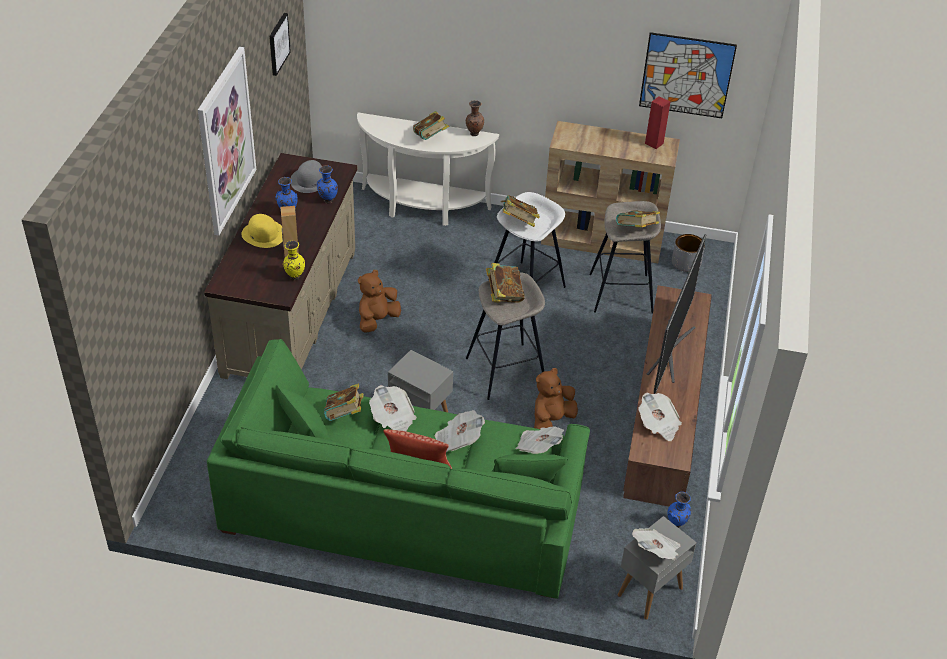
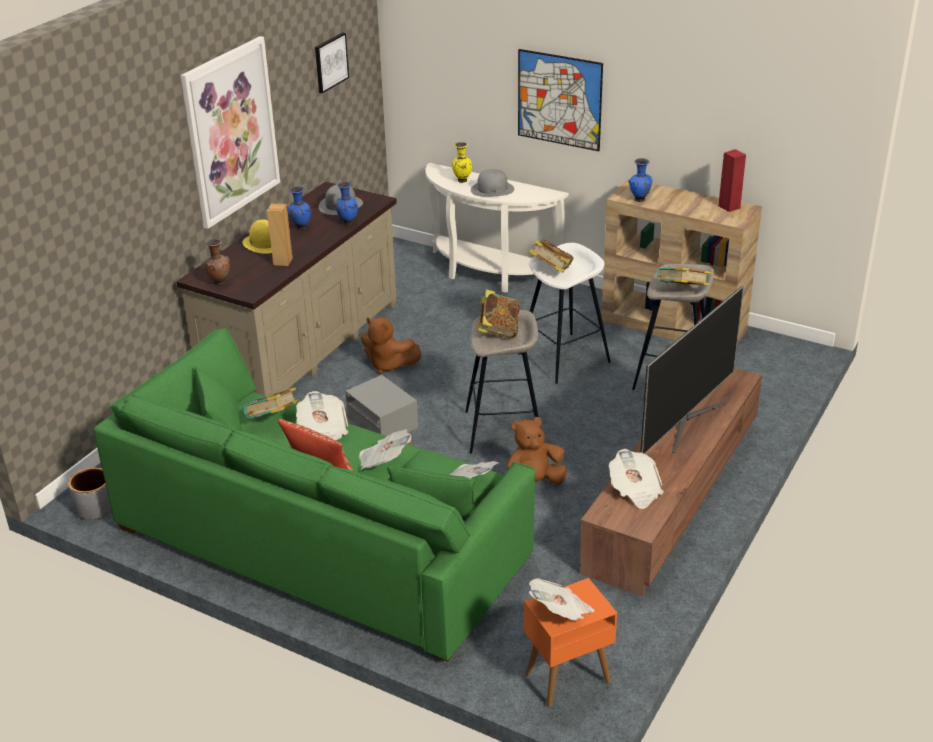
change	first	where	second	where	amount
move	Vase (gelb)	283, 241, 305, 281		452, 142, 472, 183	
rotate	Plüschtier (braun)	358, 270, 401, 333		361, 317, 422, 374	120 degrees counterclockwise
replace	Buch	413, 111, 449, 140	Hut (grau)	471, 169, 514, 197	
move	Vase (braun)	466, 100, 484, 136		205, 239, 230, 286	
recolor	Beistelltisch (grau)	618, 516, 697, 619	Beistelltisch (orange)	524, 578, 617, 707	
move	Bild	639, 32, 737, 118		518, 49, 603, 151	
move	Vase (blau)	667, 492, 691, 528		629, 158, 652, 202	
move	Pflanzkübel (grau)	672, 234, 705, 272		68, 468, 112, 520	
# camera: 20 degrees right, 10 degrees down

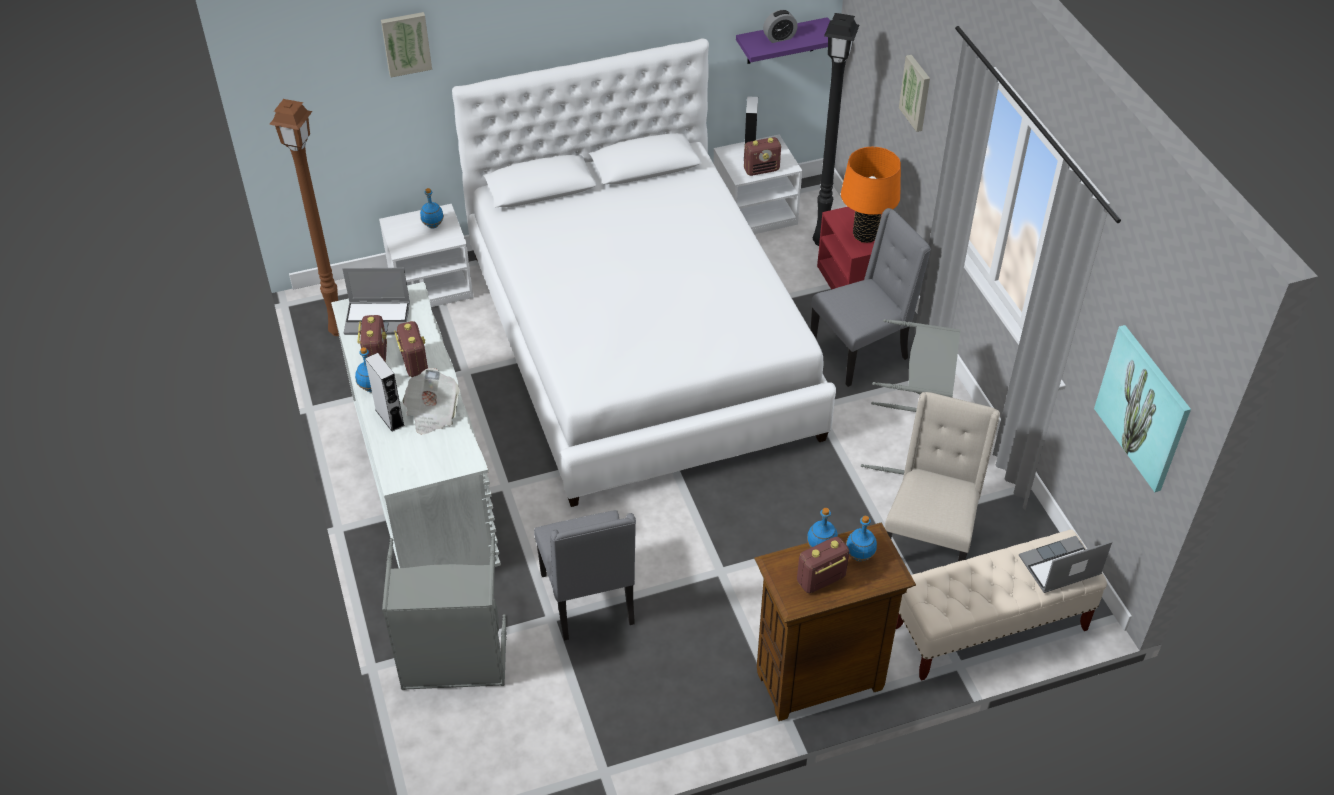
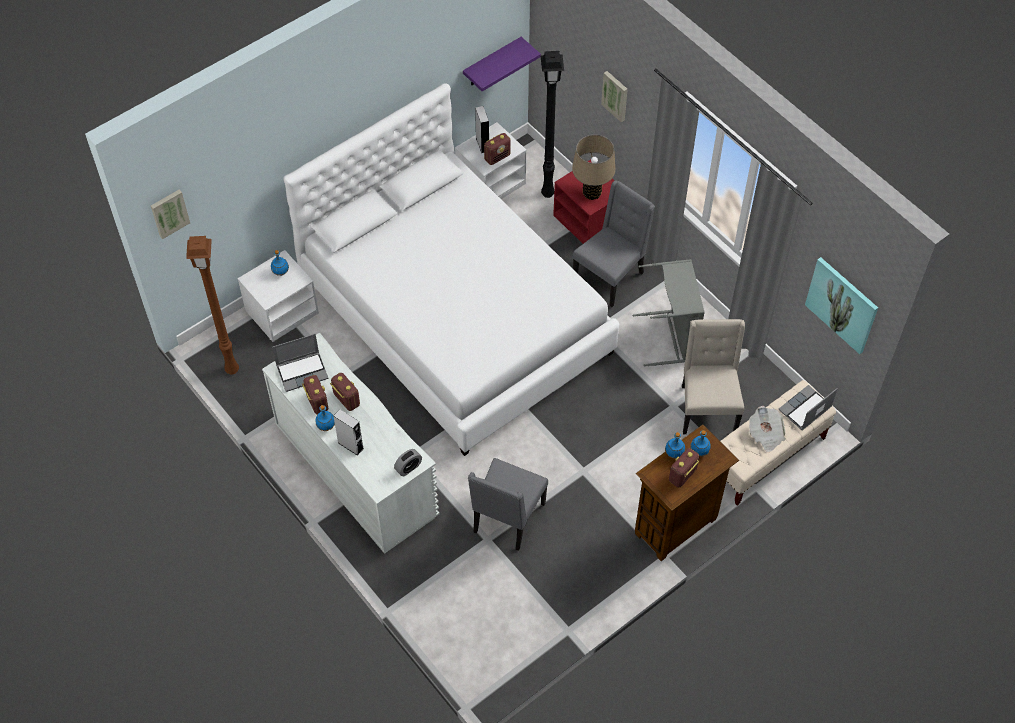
change	first	where	second	where	amount
move	Bild	381, 12, 432, 77		151, 190, 190, 239	
delete	Wäschekorb (grau)	382, 534, 507, 690			
move	Zeitung	403, 368, 460, 435		749, 406, 786, 453	
rotate	Stuhl (grau)	534, 510, 636, 641		468, 458, 548, 551	60 degrees clockwise
move	Wecker	763, 10, 798, 43		394, 449, 422, 476	
recolor	Tischlampe (orange)	841, 147, 901, 243	Tischlampe (beige)	572, 135, 616, 200	
# camera: 20 degrees left, 10 degrees up

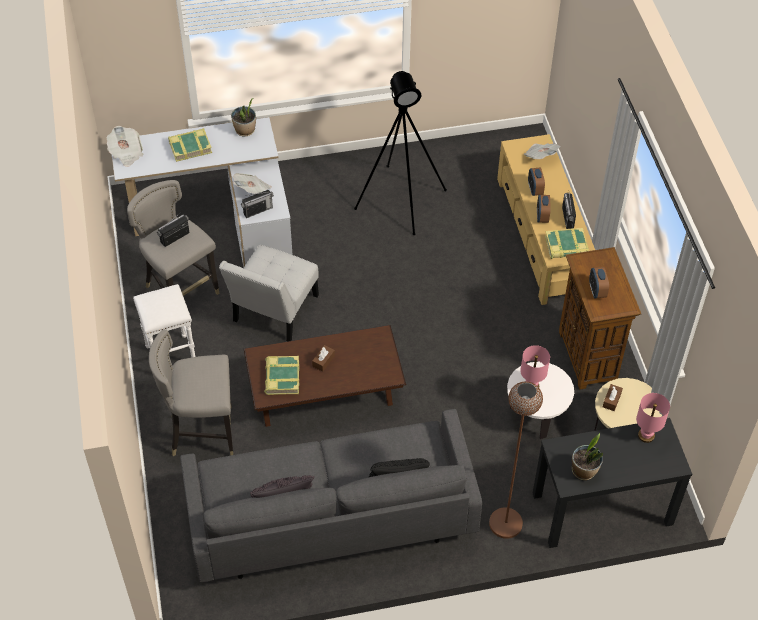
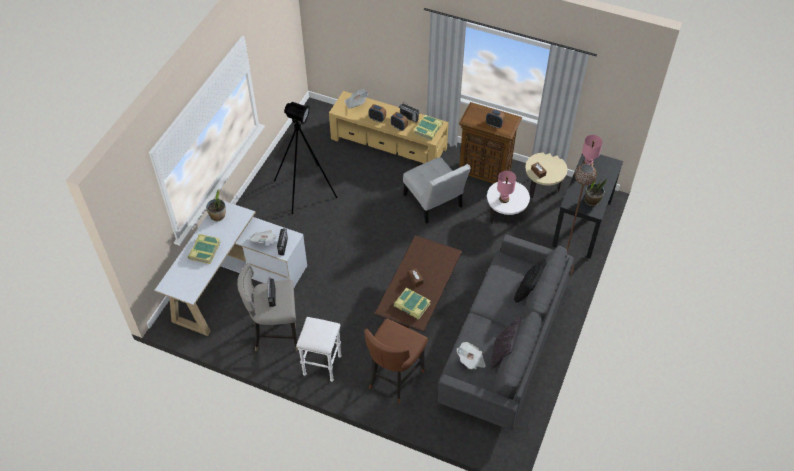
change	first	where	second	where	amount
move	Zeitung	106, 126, 143, 167		457, 342, 486, 369	
recolor	Hocker (grau)	149, 329, 233, 456	Hocker (braun)	365, 319, 428, 403	
move	Stuhl (weiß)	219, 245, 319, 342		403, 157, 471, 224	
# camera: 55 degrees left, 0 degrees up

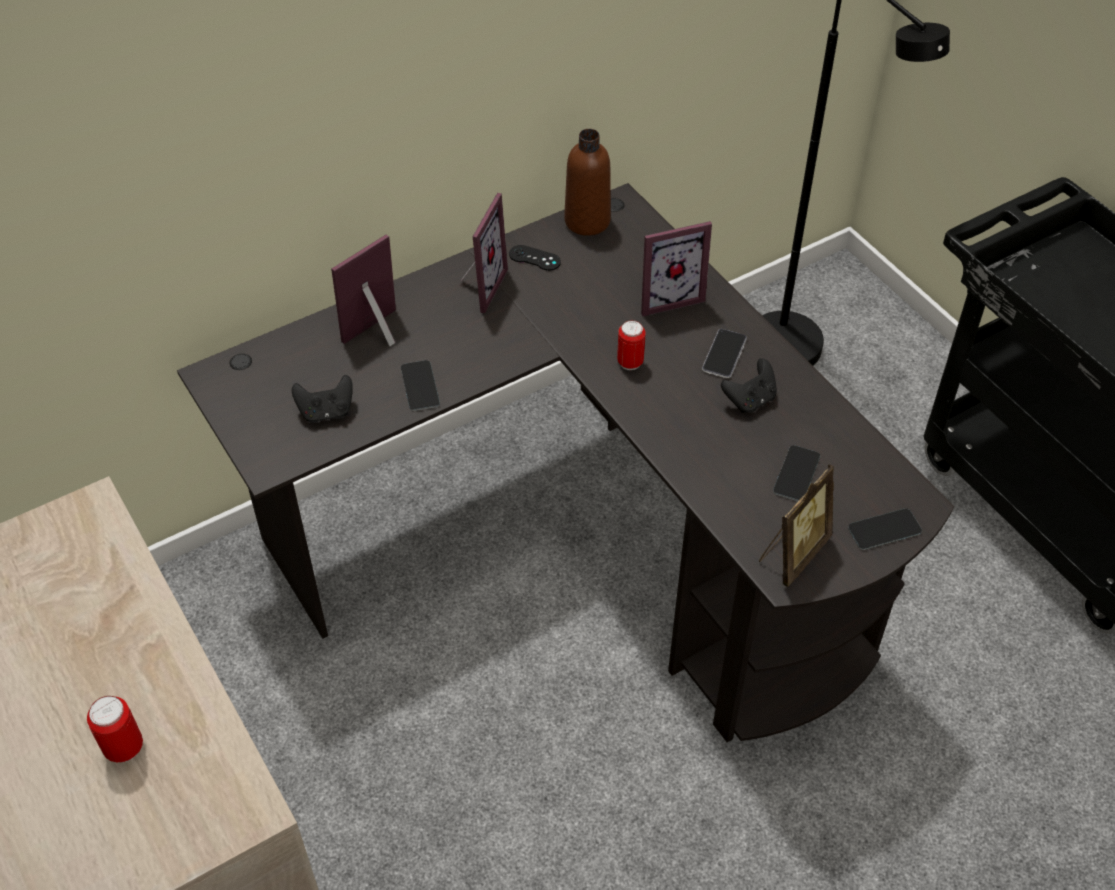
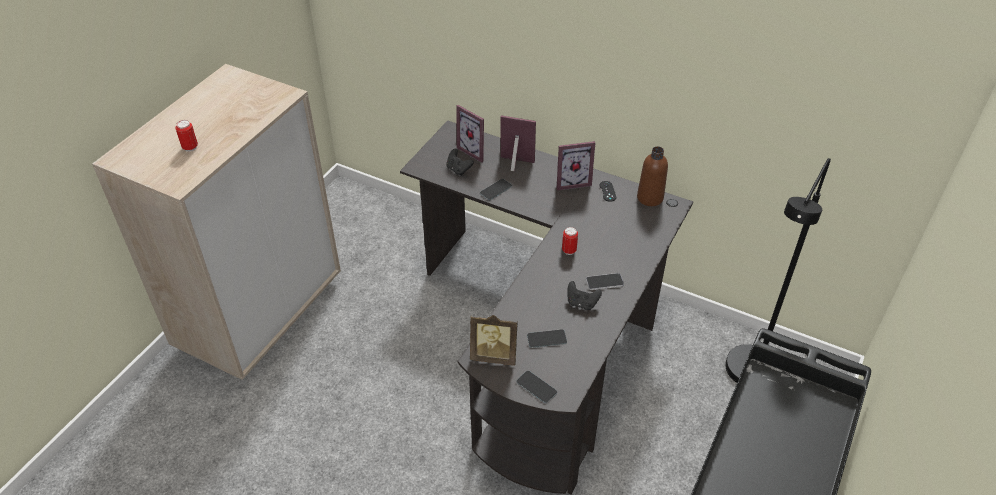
change	first	where	second	where	amount
move	Bilderrahmen	641, 221, 712, 316		456, 105, 485, 163	
# camera: 60 degrees right, 5 degrees down

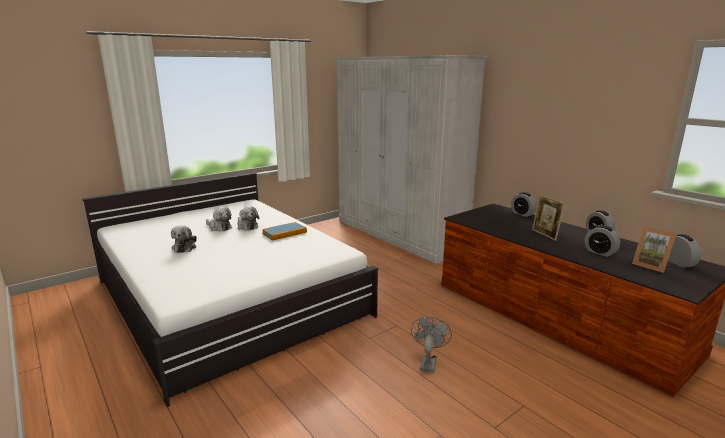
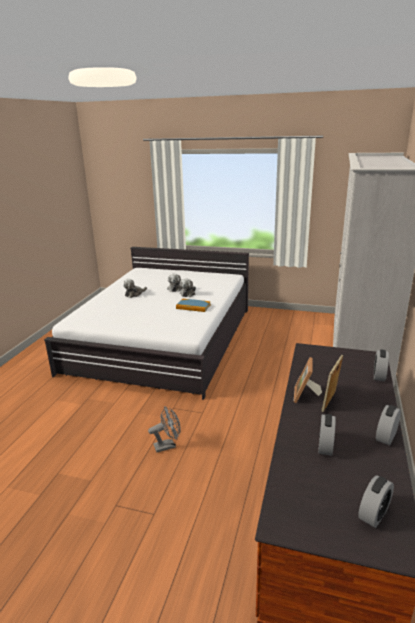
change	first	where	second	where	amount
move	Bilderrahmen	632, 227, 676, 273		293, 357, 322, 403	
# camera: 55 degrees right, 5 degrees up

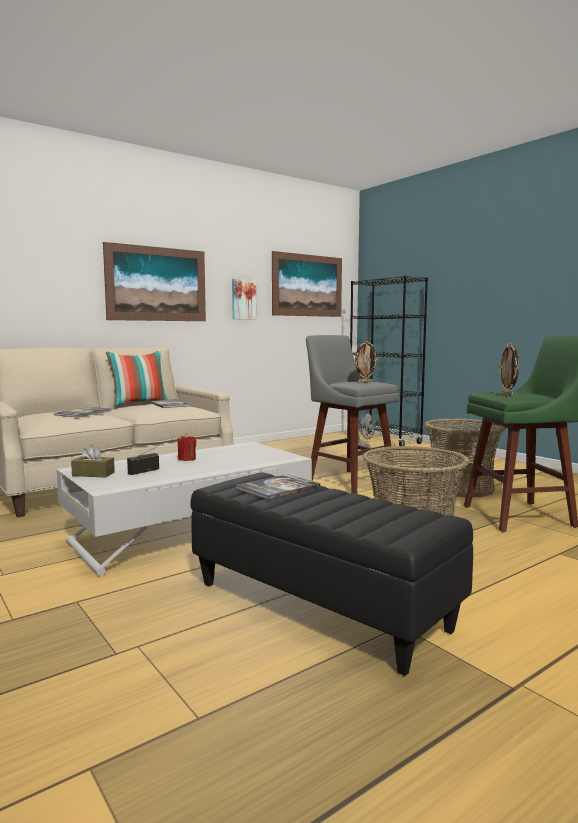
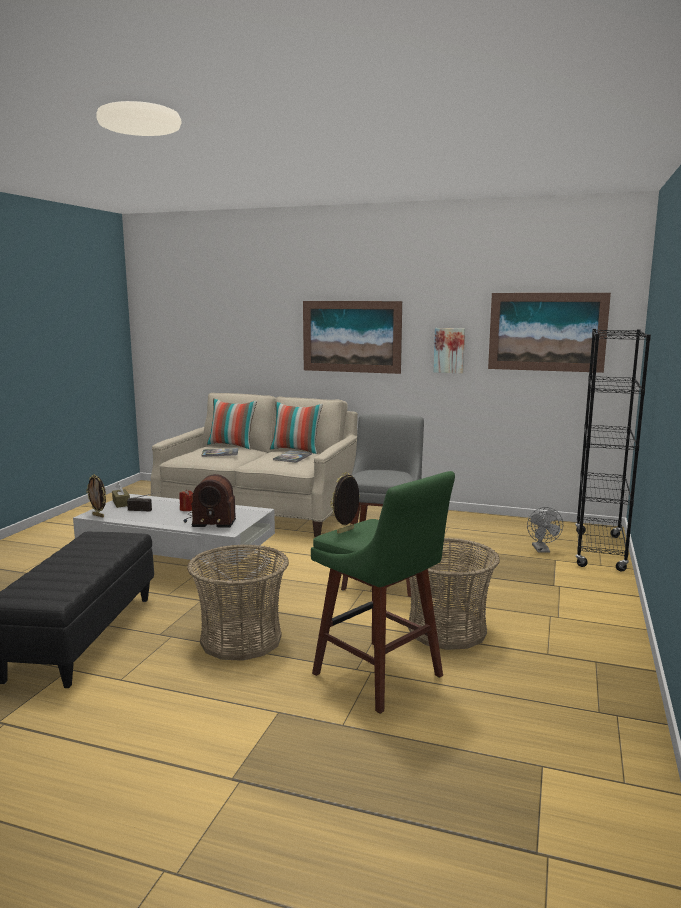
change	first	where	second	where	amount
delete	Buch	235, 474, 320, 500			
move	Bilderrahmen	354, 341, 378, 383		86, 474, 106, 517	
insert			Radio	184, 474, 236, 528	
insert			Kissen	207, 398, 257, 449	
# camera: 55 degrees right, 5 degrees up

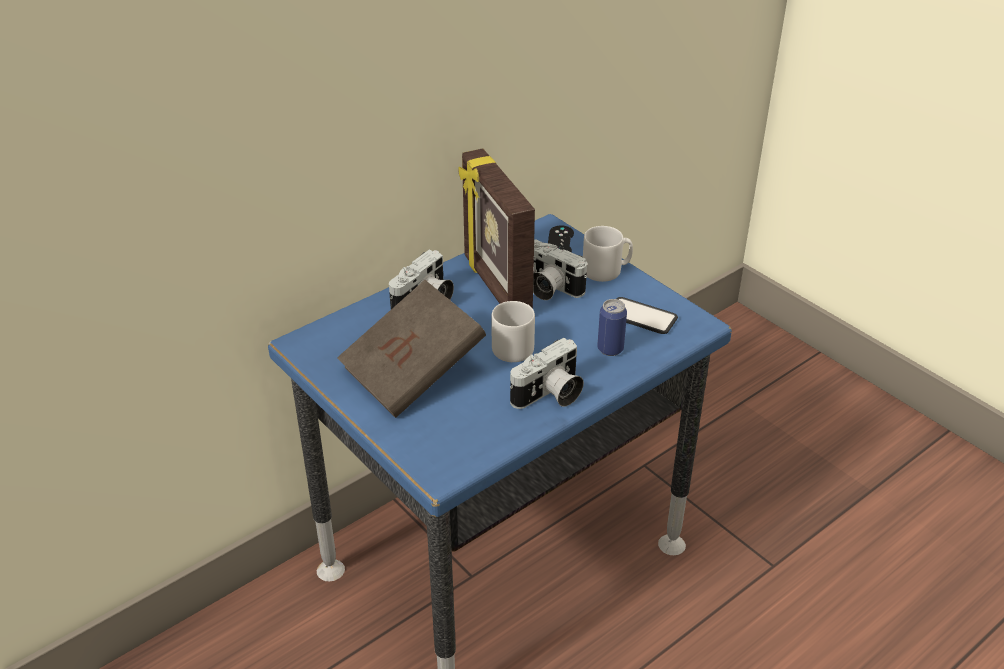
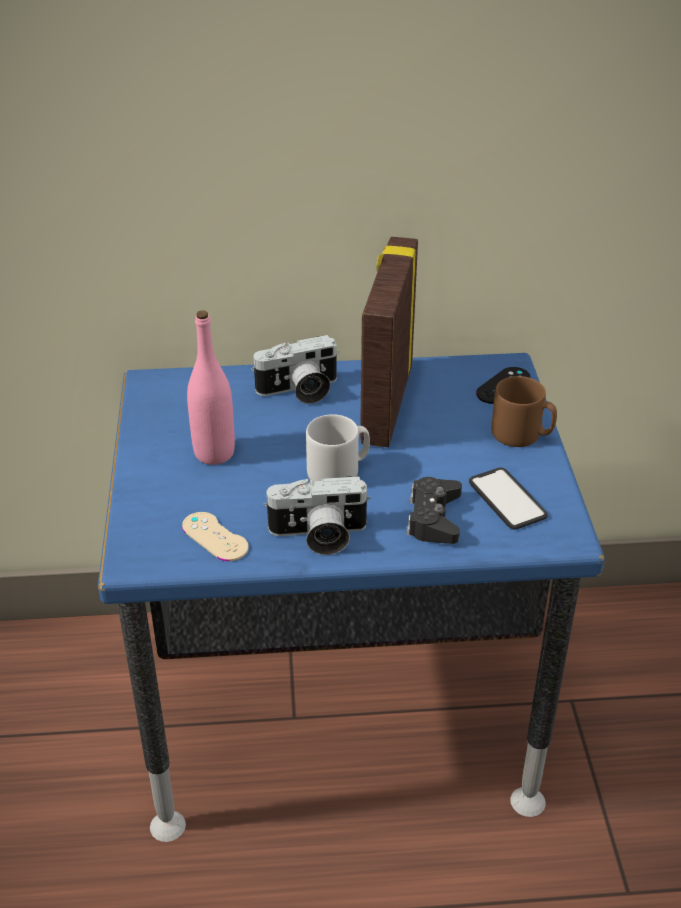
change	first	where	second	where	amount
replace	Buch (braun)	337, 280, 486, 418	Flasche (rosa)	187, 311, 235, 465	
delete	Kamera	533, 239, 587, 300			
recolor	Henkelbecher (grau)	583, 226, 633, 282	Henkelbecher (braun)	491, 376, 557, 447	
replace	Dose	597, 299, 627, 356	Gamepad (schwarz)	406, 477, 462, 544	
insert			Gamepad (beige)	182, 512, 249, 561	
# camera: 35 degrees right, 0 degrees up

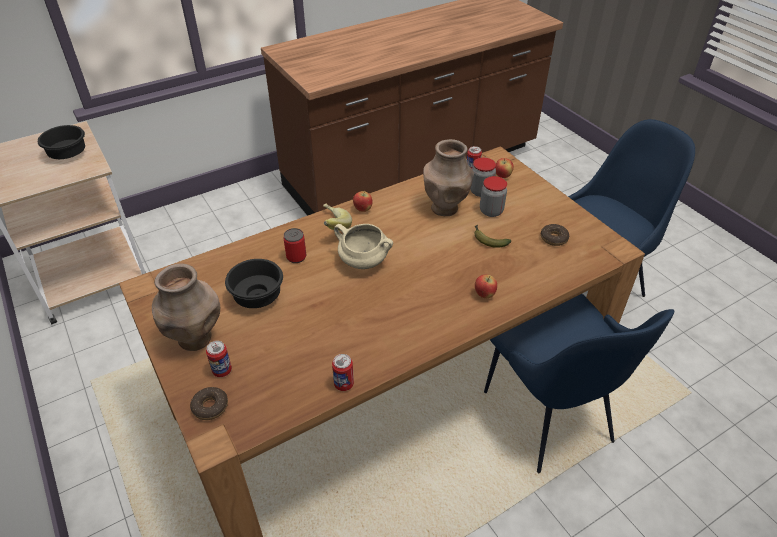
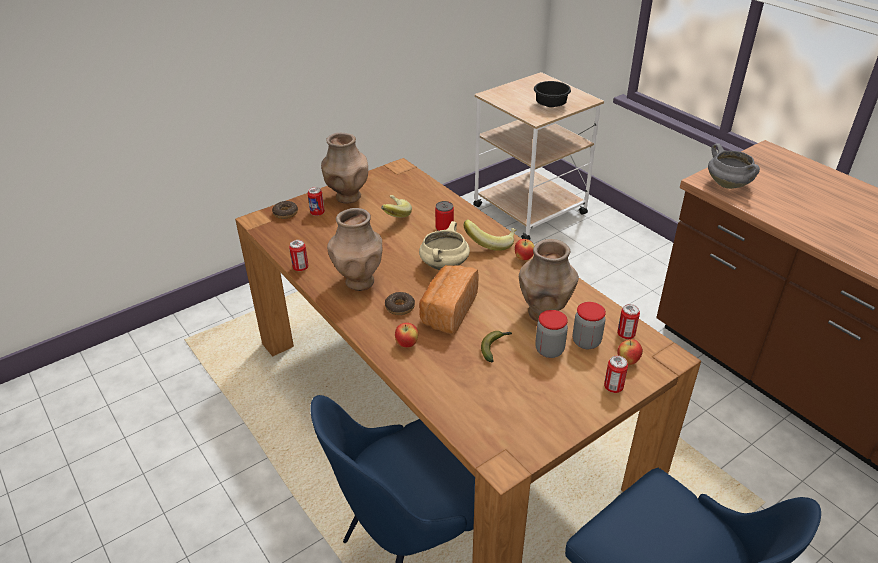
change	first	where	second	where	amount
replace	Schüssel (schwarz)	225, 259, 283, 308	Banane	381, 195, 412, 218	
move	Donut	541, 224, 569, 246		385, 292, 415, 315	
insert			Vase (braun)	327, 208, 382, 291	
insert			Brot	419, 265, 479, 334	
insert			Dose	604, 356, 628, 393	
insert			Kochtopf (grau)	708, 143, 760, 189	
# camera: 85 degrees right, 5 degrees down

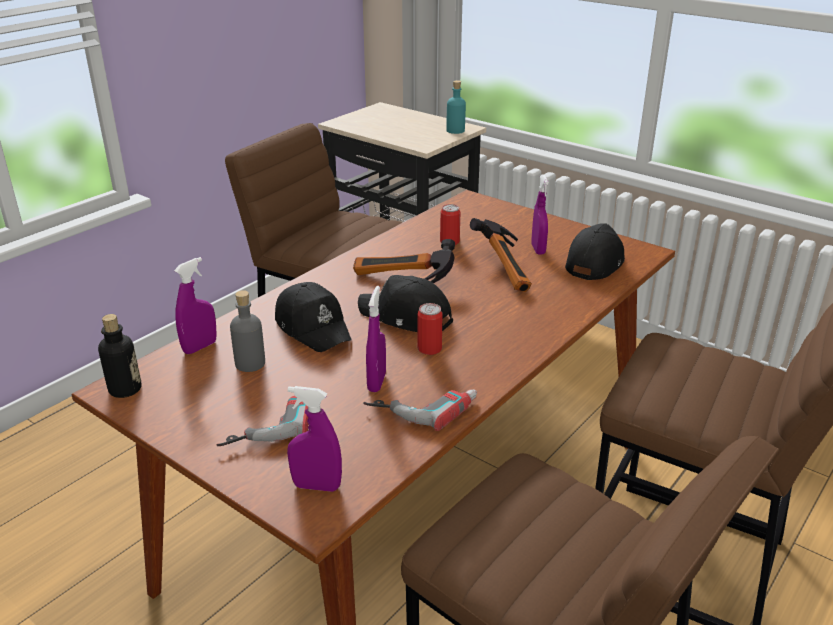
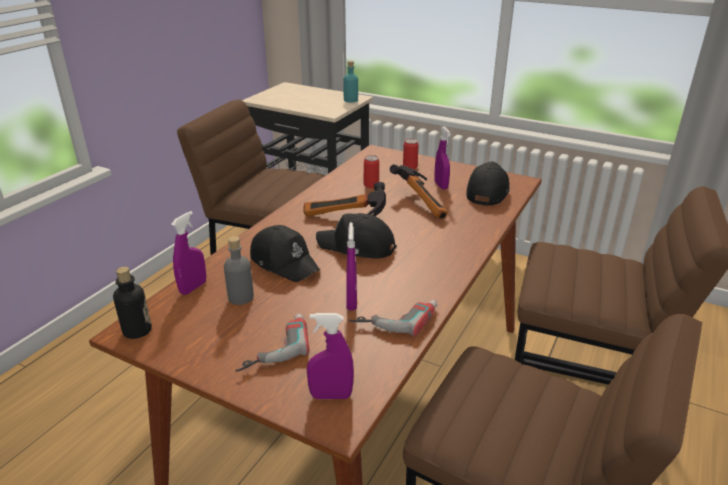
change	first	where	second	where	amount
move	Dose	417, 303, 442, 355		403, 138, 419, 169	
# camera: 10 degrees left, 0 degrees up

